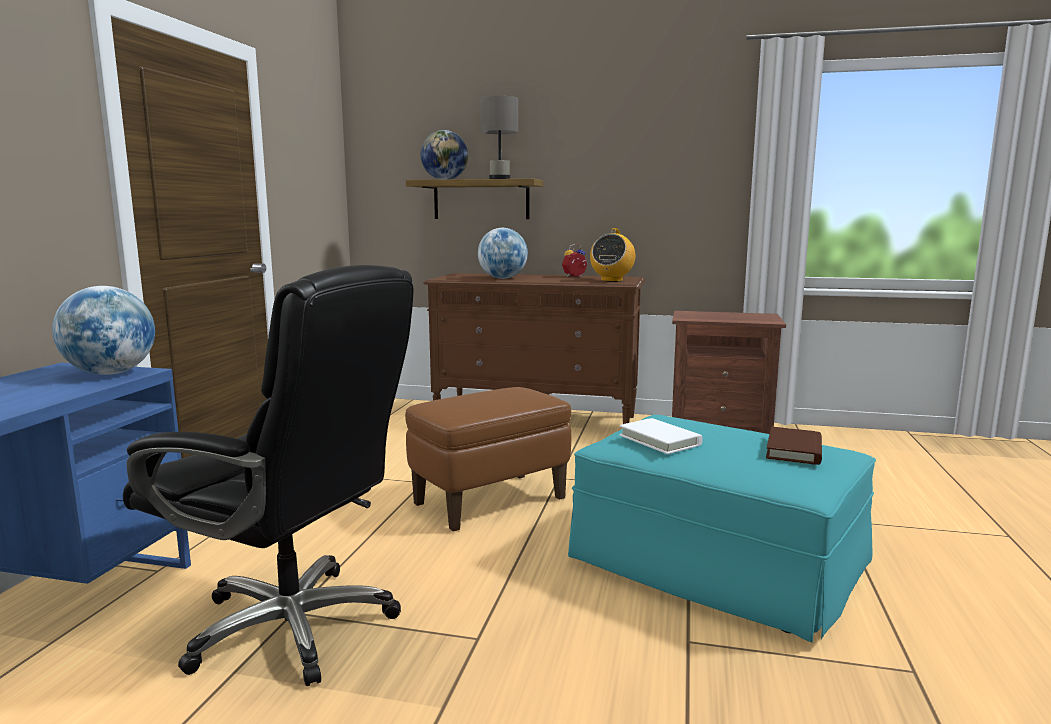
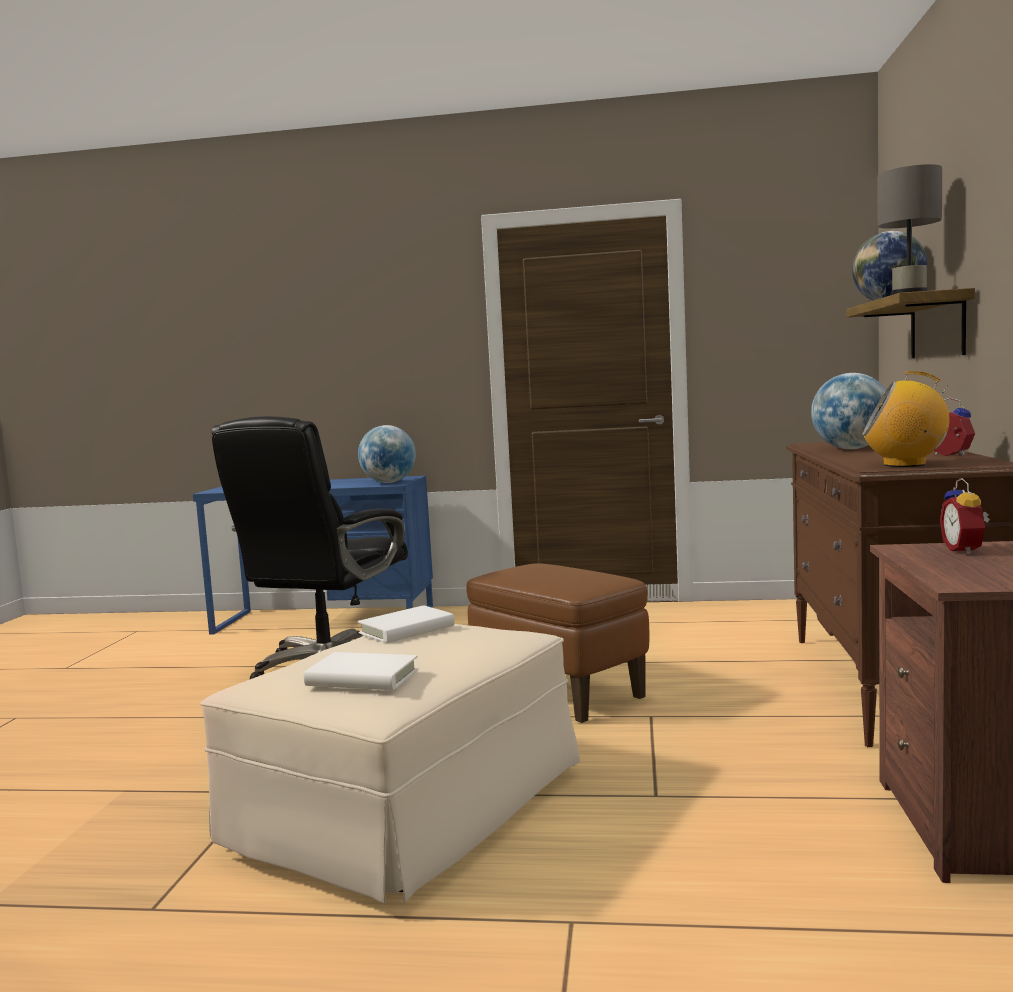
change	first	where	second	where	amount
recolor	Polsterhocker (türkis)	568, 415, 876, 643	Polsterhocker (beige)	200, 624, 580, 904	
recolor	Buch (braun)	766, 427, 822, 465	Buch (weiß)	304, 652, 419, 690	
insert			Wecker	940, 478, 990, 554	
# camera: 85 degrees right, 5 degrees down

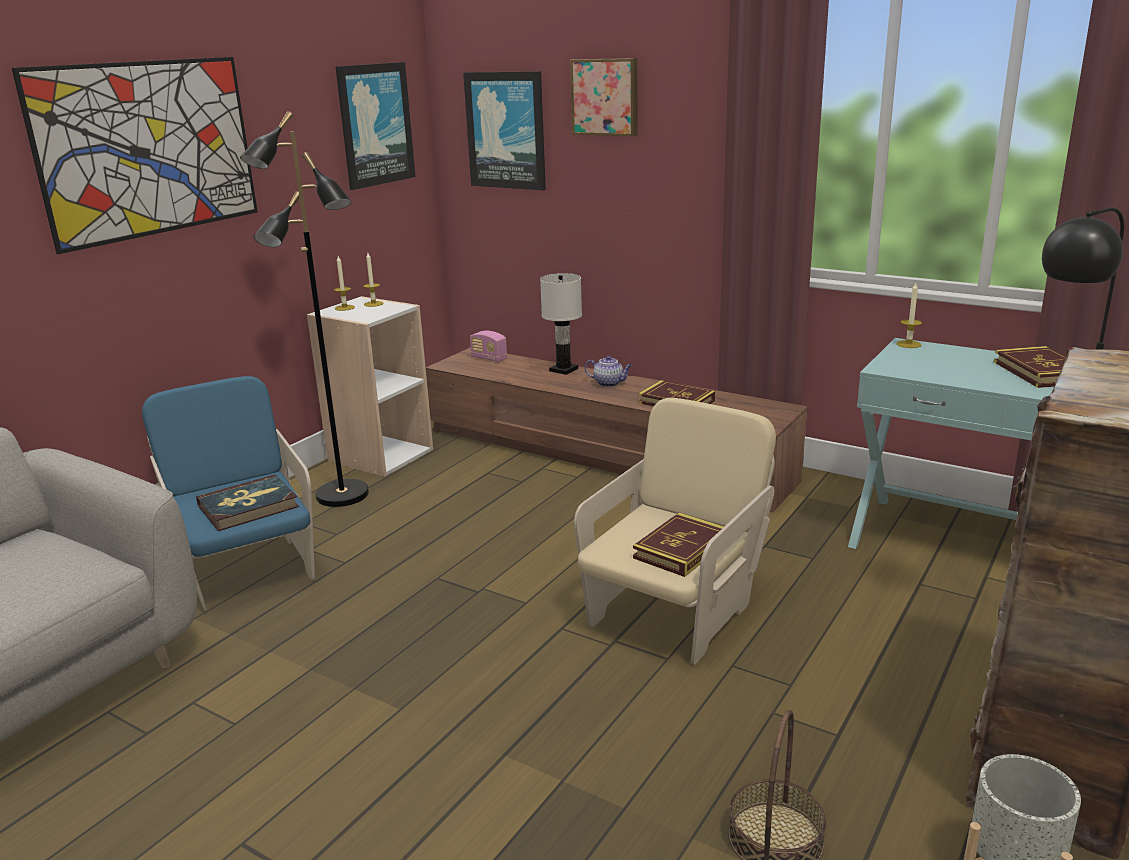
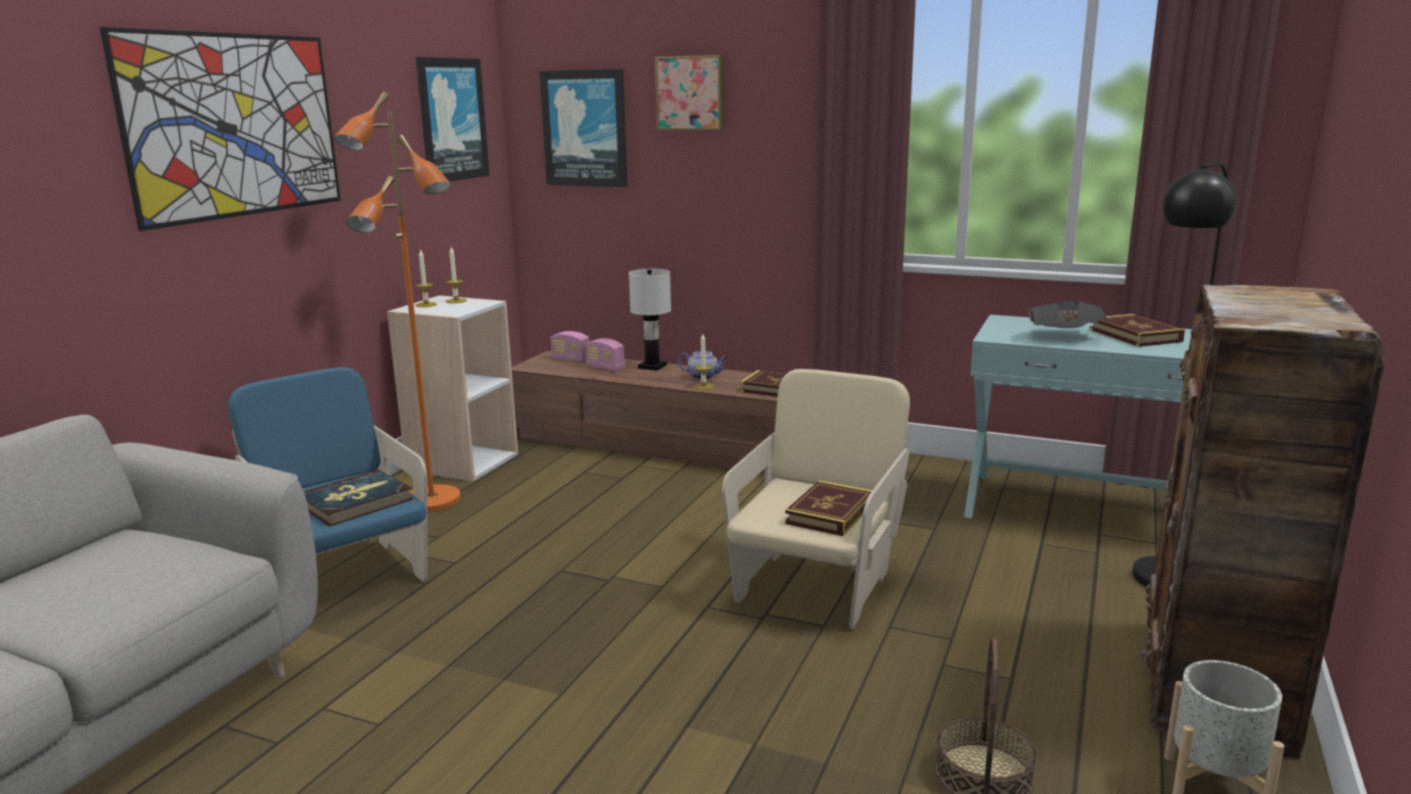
change	first	where	second	where	amount
recolor	Stehlampe (schwarz)	240, 111, 369, 507	Stehlampe (orange)	334, 92, 461, 512	
move	Kerze	897, 283, 922, 348		693, 334, 714, 390	
insert			Radio	586, 338, 625, 371	
insert			Zeitung	1027, 301, 1107, 328	
# camera: 10 degrees left, 5 degrees down

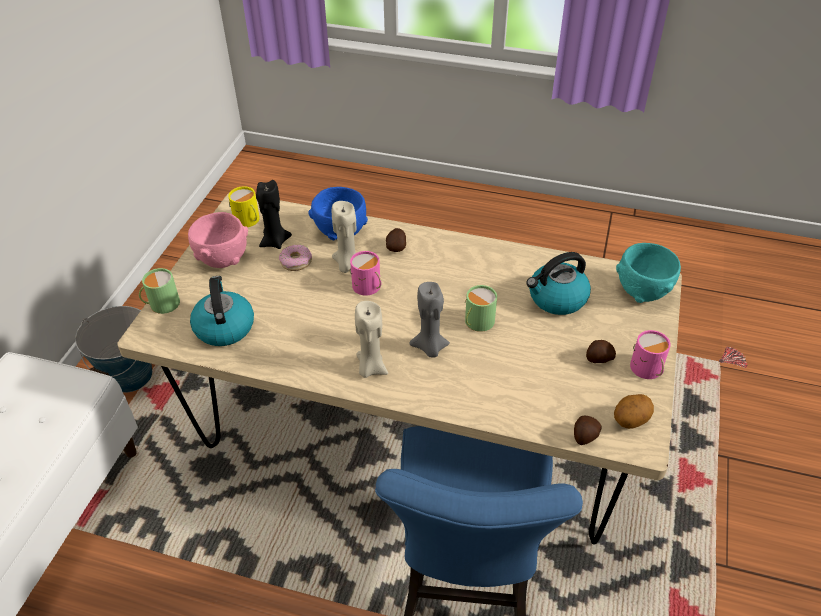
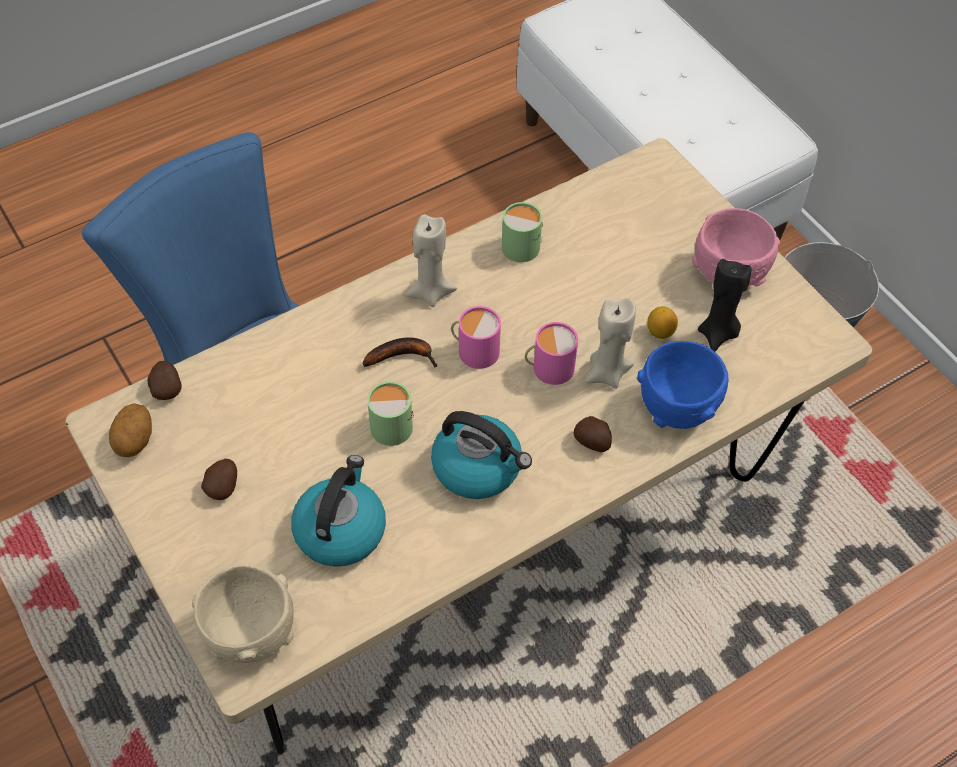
change	first	where	second	where	amount
move	Henkelbecher (grün)	139, 268, 180, 314		502, 202, 543, 262	
move	Wasserkessel	190, 276, 254, 346		431, 411, 532, 499	
delete	Henkelbecher (gelb)	228, 186, 260, 227			
replace	Donut	279, 245, 312, 271	Zitrone	647, 306, 678, 339	
replace	Kerze (grau)	410, 282, 450, 357	Banane	363, 337, 437, 368	
recolor	Schüssel (türkis)	616, 243, 681, 303	Schüssel (beige)	192, 563, 294, 663	
move	Henkelbecher (rosa)	630, 330, 671, 379		451, 306, 501, 369	
# camera: 130 degrees right, 10 degrees up

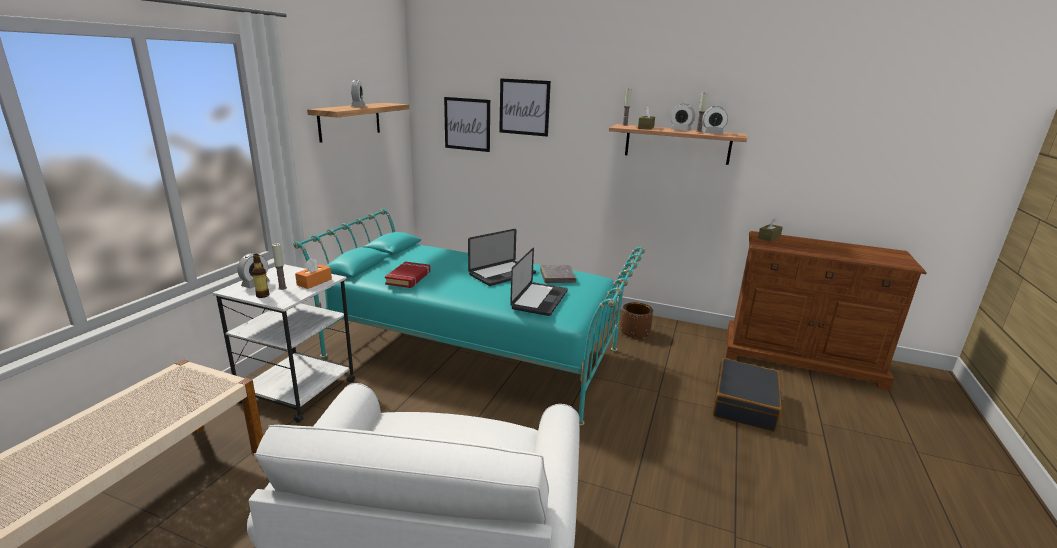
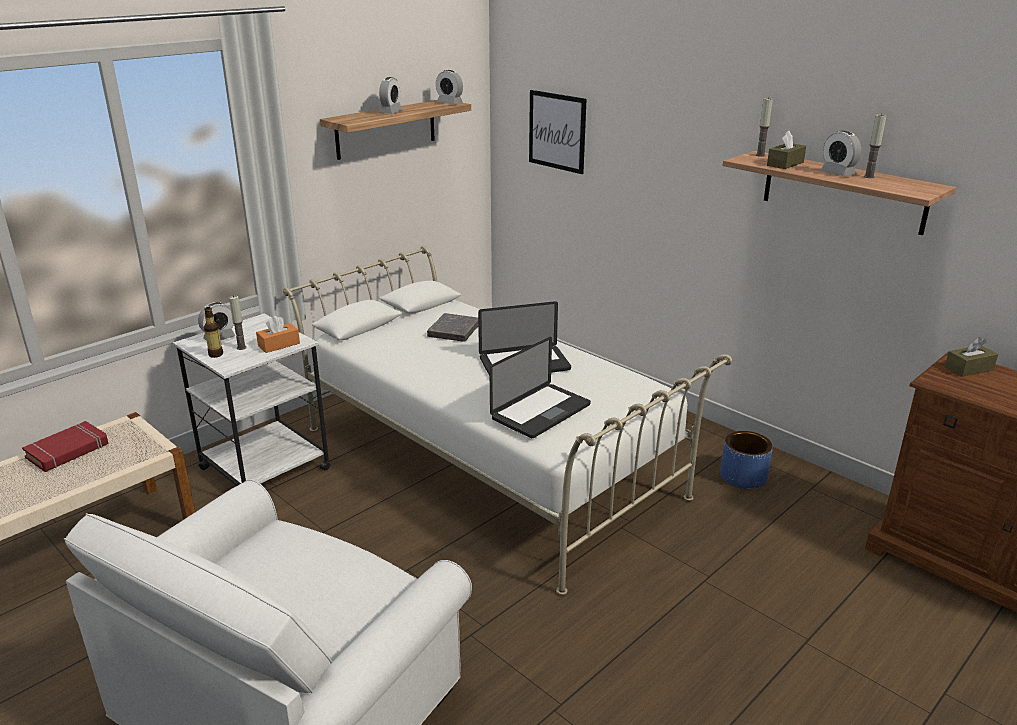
change	first	where	second	where	amount
recolor	Bett (türkis)	293, 209, 645, 426	Bett (weiß)	283, 246, 732, 595	
move	Buch (rot)	385, 262, 430, 288		22, 421, 109, 472	
delete	Bild	499, 78, 551, 137			
move	Buch (grau)	540, 265, 576, 283		427, 313, 478, 342	
recolor	Pflanzkübel (braun)	620, 302, 653, 339	Pflanzkübel (blau)	720, 431, 773, 489	
move	Wecker	702, 106, 728, 134		436, 70, 463, 104	
delete	Koffer (schwarz)	713, 359, 784, 432			
# camera: 25 degrees right, 5 degrees up

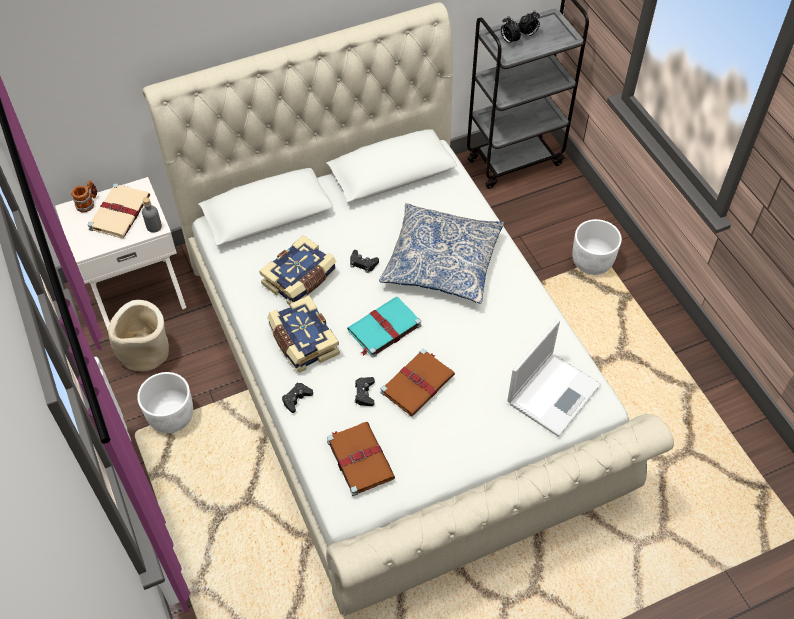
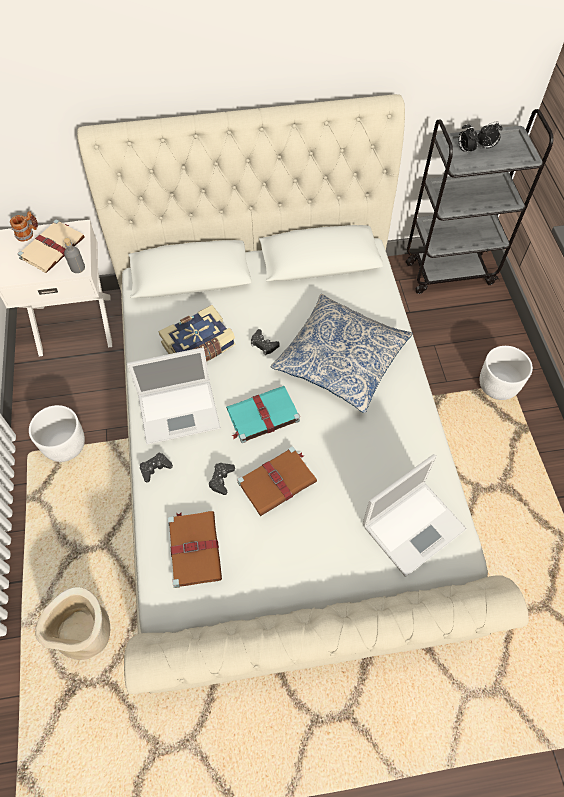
change	first	where	second	where	amount
move	Pflanzkübel (beige)	108, 300, 169, 372		35, 587, 110, 660	
replace	Buch	268, 295, 340, 372	Laptop	127, 347, 221, 445	
# camera: 15 degrees right, 5 degrees up

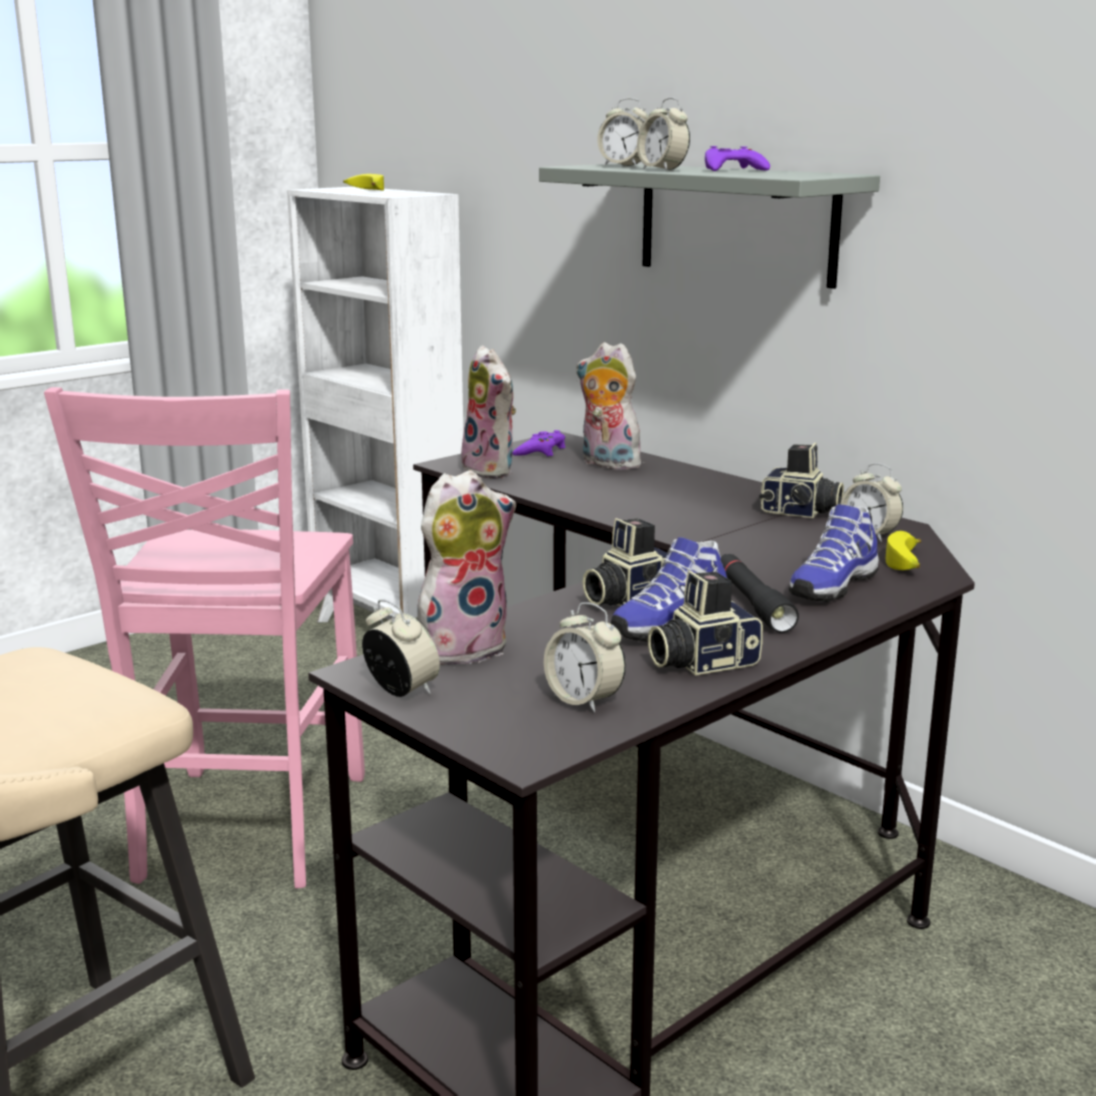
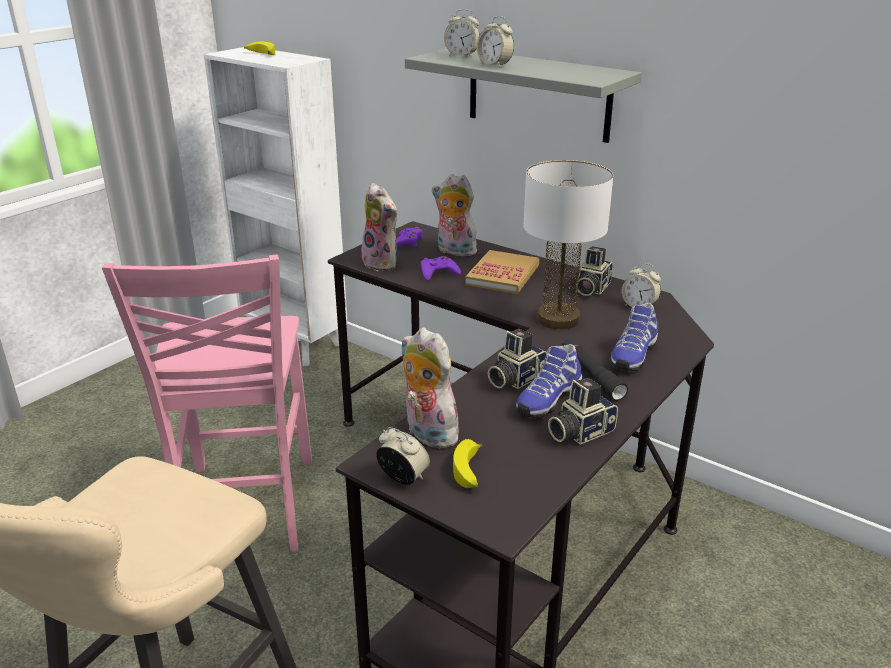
change	first	where	second	where	amount
rotate	Plüschtier	417, 470, 516, 668		401, 327, 463, 448	90 degrees counterclockwise
delete	Wecker	544, 602, 626, 712			
move	Gamepad (lila)	705, 146, 770, 171		421, 256, 461, 281	
rotate	Kamera	759, 443, 844, 518		575, 246, 613, 296	105 degrees clockwise
move	Banane	886, 531, 921, 570		453, 439, 482, 488	
insert			Buch	465, 250, 539, 294	
insert			Tischlampe	523, 160, 613, 329	
# camera: 10 degrees left, 10 degrees up

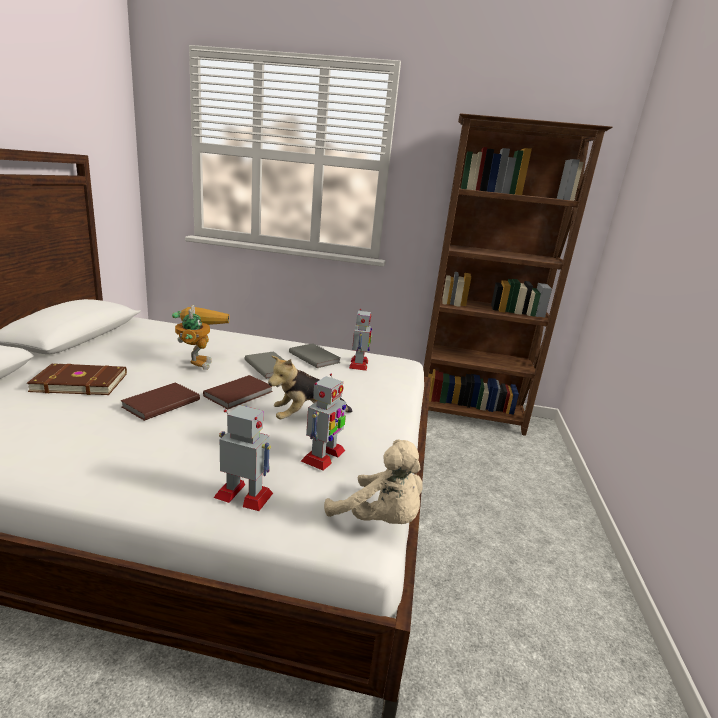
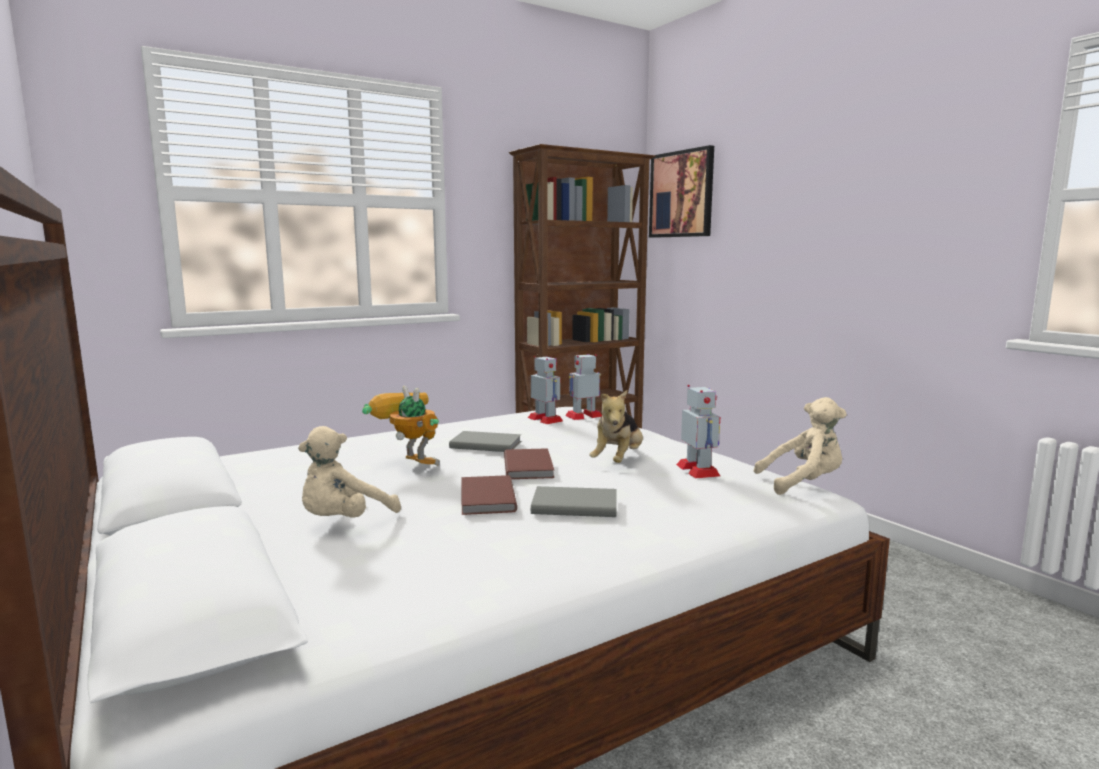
change	first	where	second	where	amount
replace	Buch (braun)	27, 363, 127, 395	Plüschtier (beige)	298, 426, 401, 518	
move	Spielzeugroboter	213, 405, 273, 511		565, 354, 602, 420	
move	Buch (grau)	289, 343, 340, 368		531, 486, 617, 517	
insert			Bild	649, 145, 714, 238	
# camera: 40 degrees left, 10 degrees down

